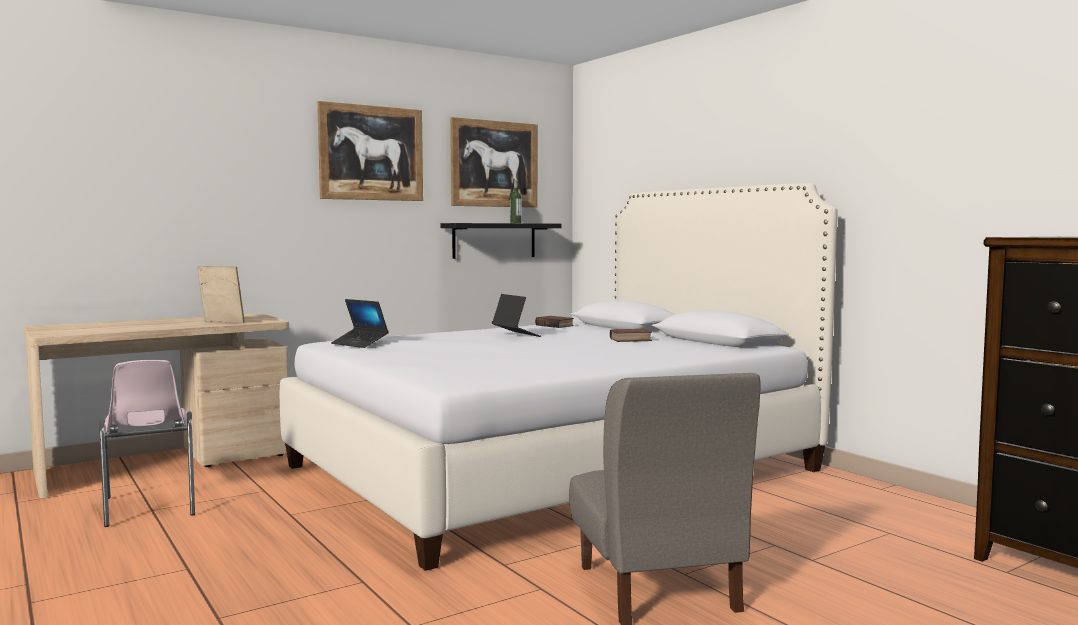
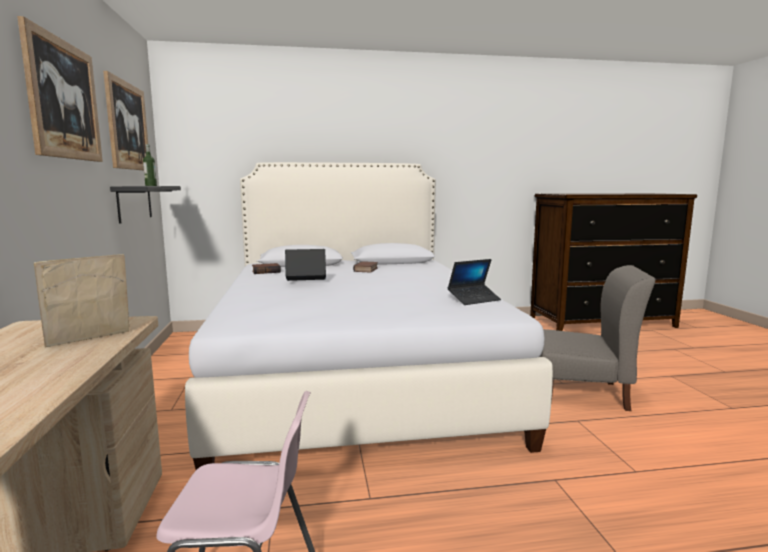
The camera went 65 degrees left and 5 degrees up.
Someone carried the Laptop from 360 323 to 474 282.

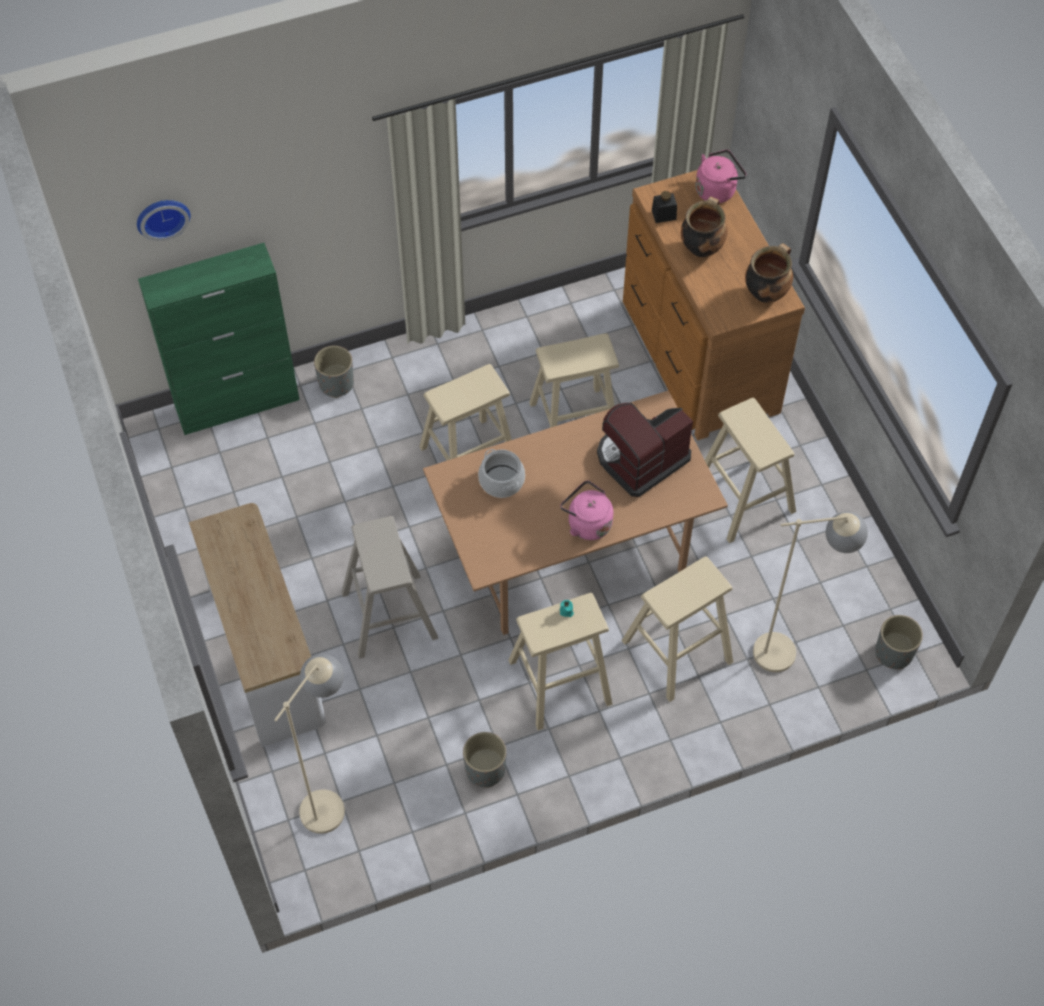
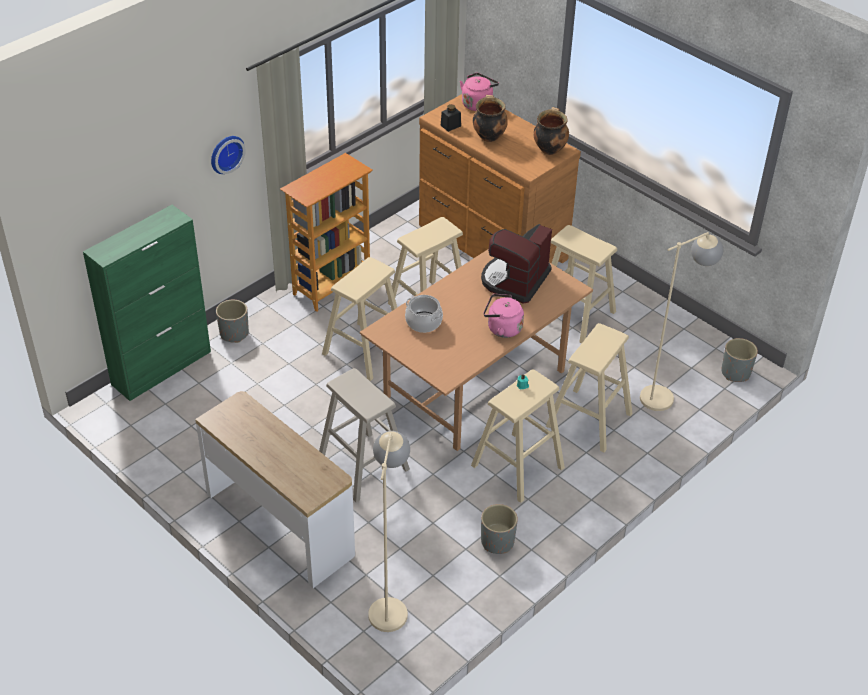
The camera went 25 degrees left and 15 degrees down.
Someone carried the Wanduhr from 164 220 to 228 155.
Someone put down the Bücherregal at 326 232.

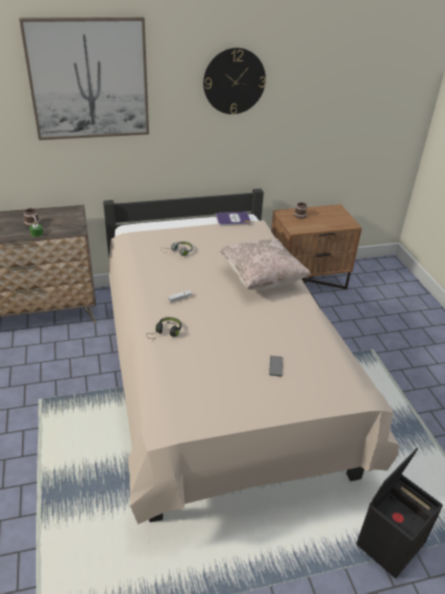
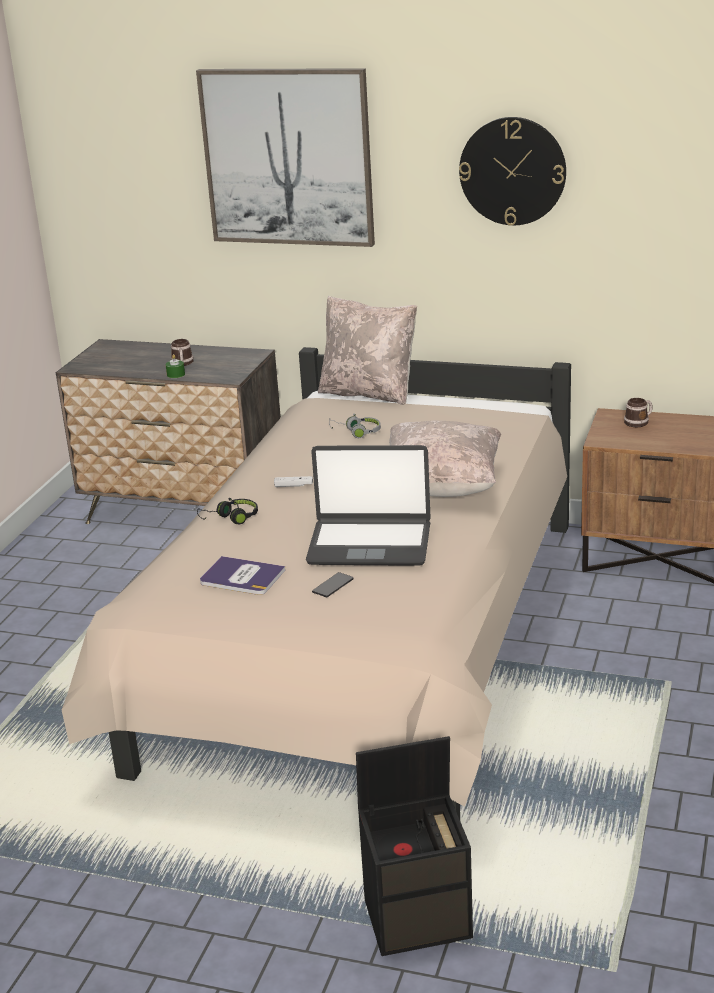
The camera went 35 degrees right and 10 degrees down.
Someone carried the Buch from 233 219 to 242 575.
Someone put down the Laptop at 368 505.
Someone put down the Kissen (beige) at 367 350.

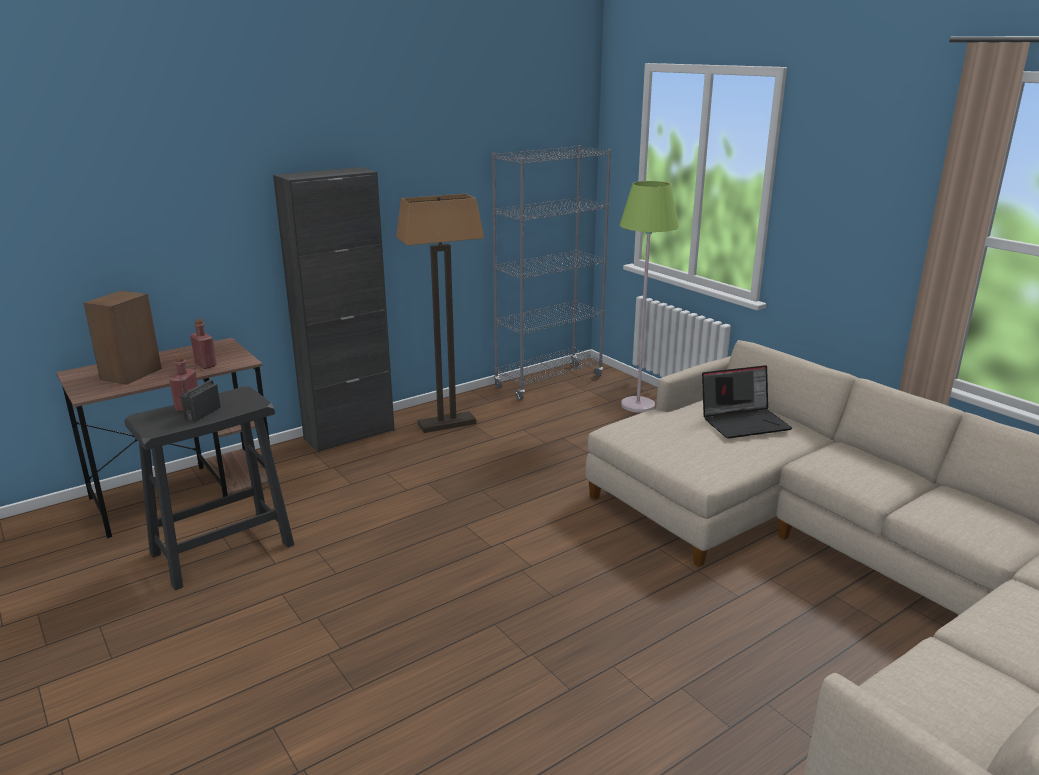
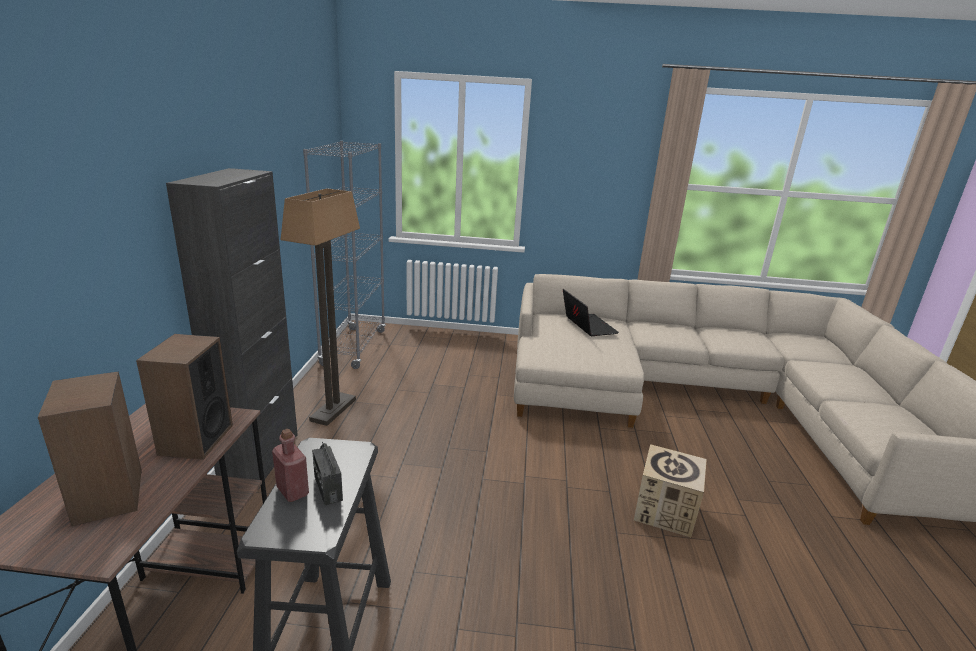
The camera went 50 degrees left and 0 degrees up.
Someone swapped the Flasche (rot) at 203 344 for the Lautsprecher at 184 397.
Someone took away the Stehlampe (grün) at 649 297.
Someone rotated the Laptop at 747 402 by 45 degrees counterclockwise.
Someone put down the Karton at 670 490.

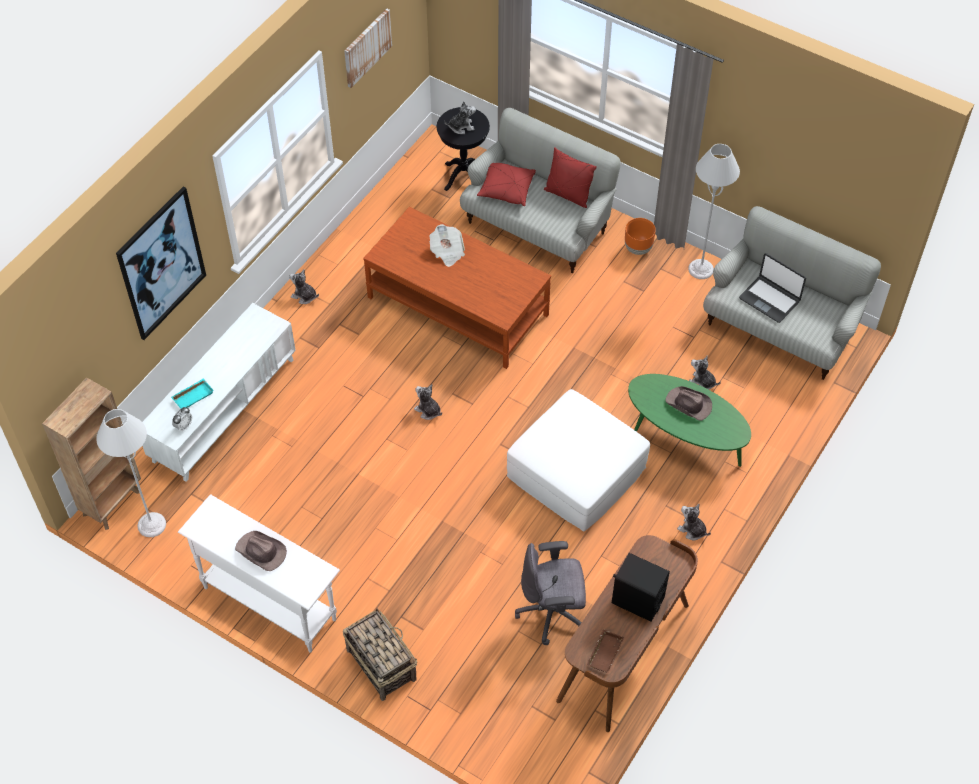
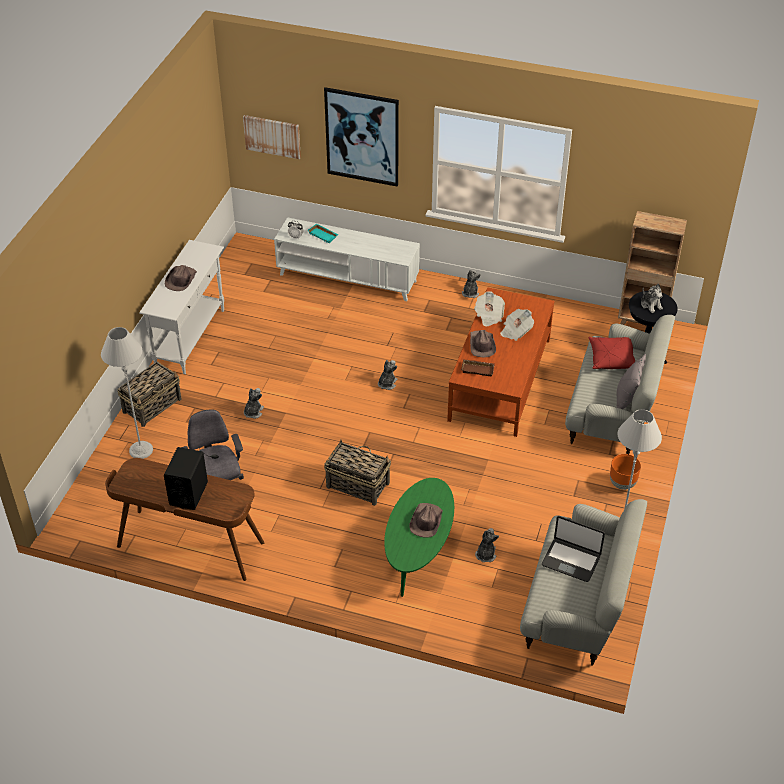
The camera went 75 degrees right and 10 degrees down.
Someone carried the Bücherregal (braun) from 91 454 to 652 268.
Someone carried the Stehlampe (grau) from 131 473 to 127 393.
Someone carried the Bild from 368 48 to 272 137.
Someone swapped the Polsterhocker (weiß) at 578 460 for the Korb at 357 472.
Someone repainted the Kissen (rot) at 570 177, which became the Kissen (grau) at 631 381.
Someone carried the Tablett (braun) from 605 651 to 478 367.
Someone carried the Plüschtier from 694 522 to 254 403.
Someone rotated the Laptop at 772 288 by 90 degrees counterclockwise.
Someone put down the Hut (braun) at 483 343.
Someone put down the Zeitung at 489 309.

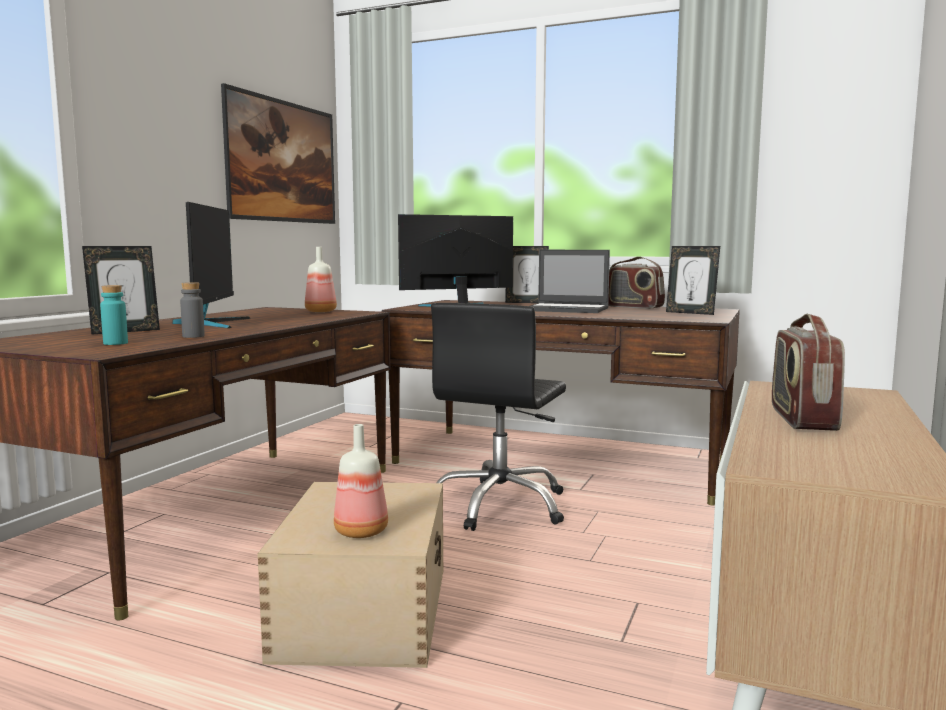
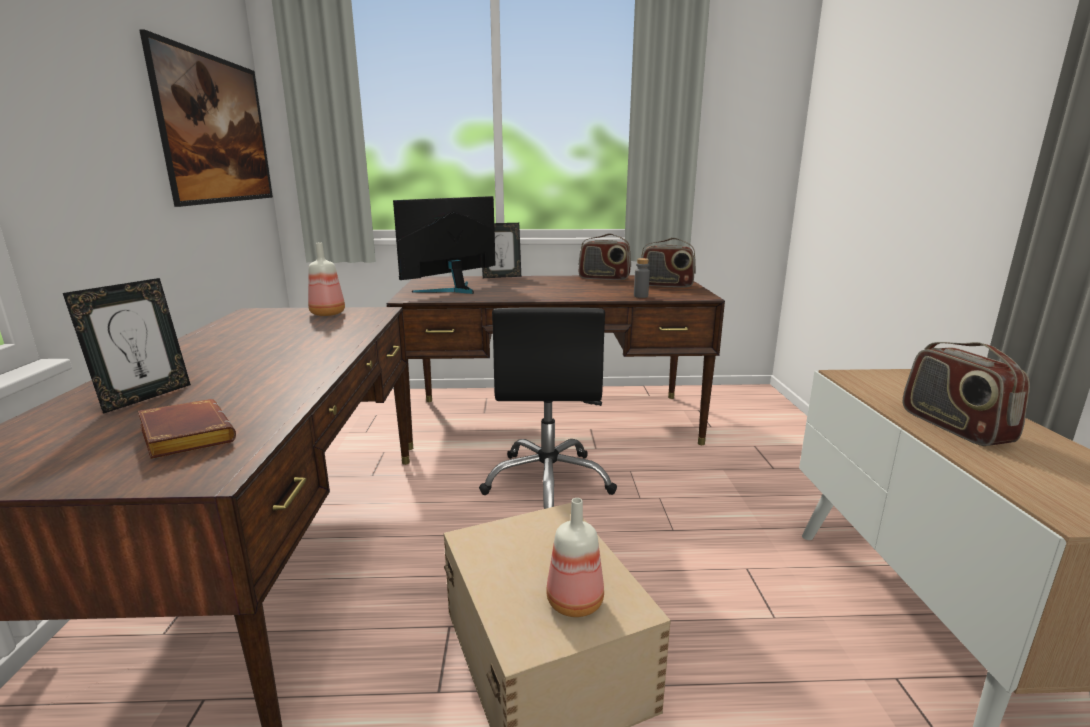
The camera went 25 degrees left and 10 degrees up.
Someone swapped the Flasche (türkis) at 114 315 for the Buch (braun) at 187 429.
Someone took away the Monitor at 211 265.
Someone carried the Flasche (grau) from 192 310 to 642 278.
Someone took away the Laptop at 570 281.
Someone swapped the Bilderrahmen at 693 280 for the Radio at 668 263.

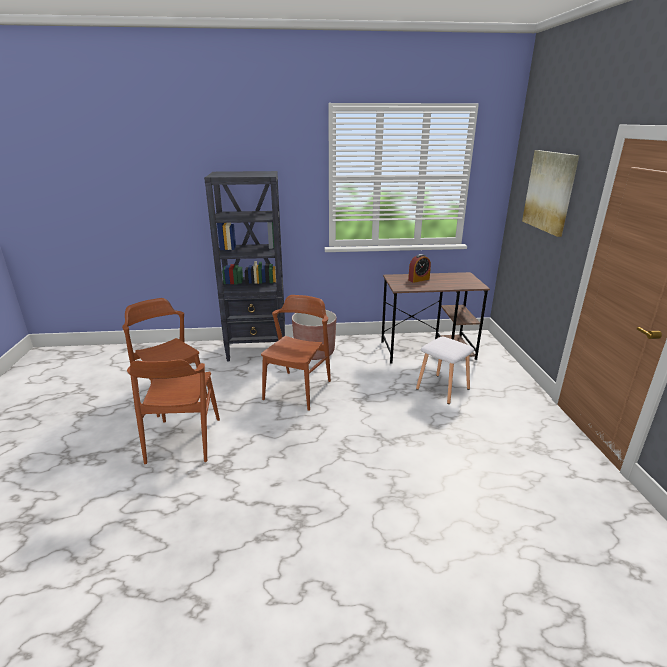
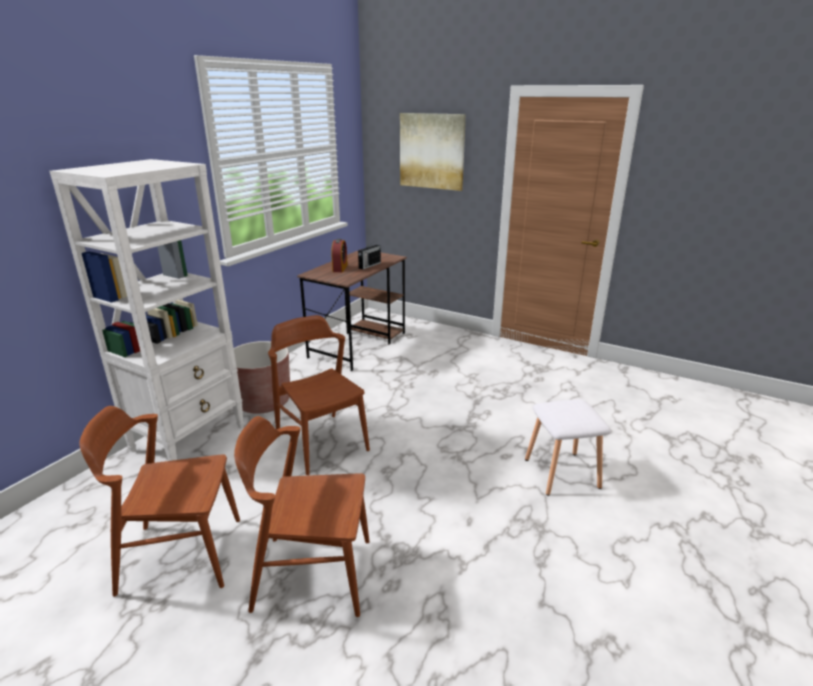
The camera went 55 degrees left and 0 degrees up.
Someone rotated the Stuhl (braun) at 173 411 by 150 degrees clockwise.
Someone repainted the Bücherregal (schwarz) at 244 266, which became the Bücherregal (weiß) at 146 310.
Someone carried the Hocker (weiß) from 445 370 to 568 447.
Someone put down the Radio at 369 256.

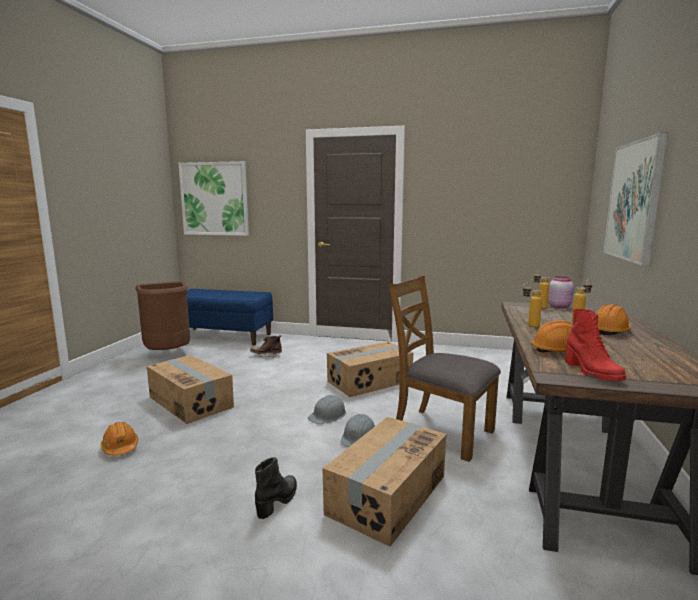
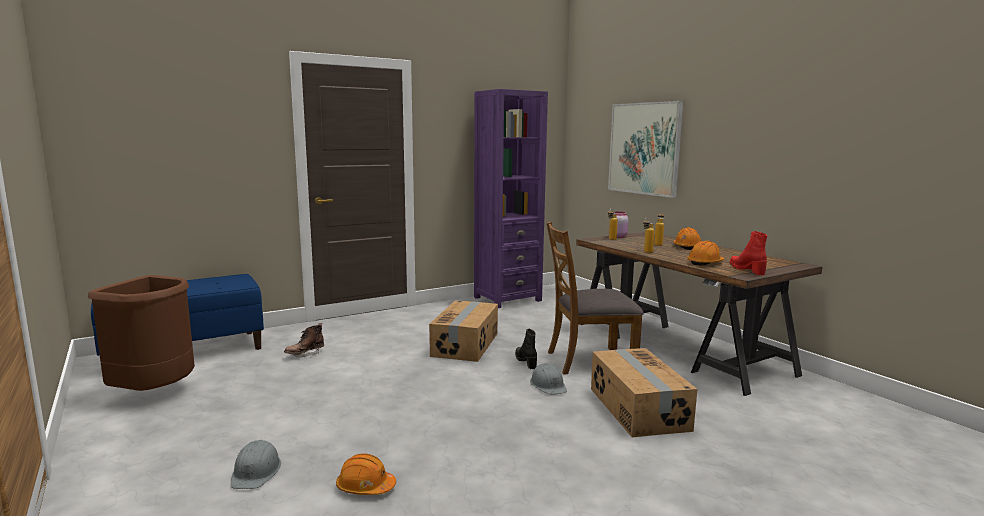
The camera went 45 degrees left and 0 degrees up.
Someone took away the Karton at 190 389.
Someone took away the Bild at 214 198.
Someone carried the Stiefel (schwarz) from 276 488 to 526 349.
Someone carried the Schutzhelm (grau) from 326 409 to 256 464.
Someone rotated the Stiefel (rot) at 595 345 by 135 degrees counterclockwise.
Someone put down the Bücherregal (lila) at 511 198.

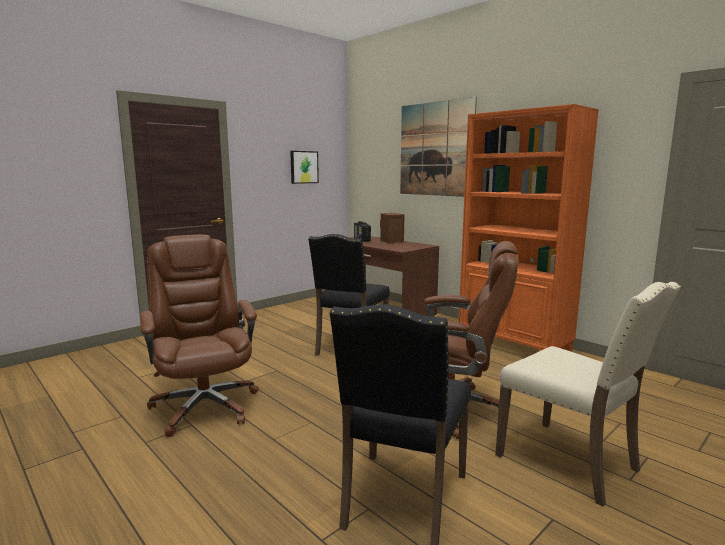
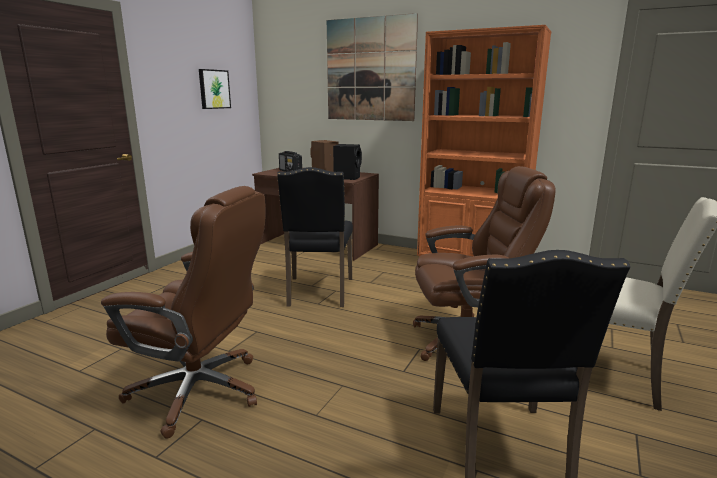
The camera went 20 degrees left and 5 degrees up.
Someone rotated the Bürostuhl (braun) at 199 336 by 150 degrees clockwise.
Someone put down the Lautsprecher (schwarz) at 347 162.

